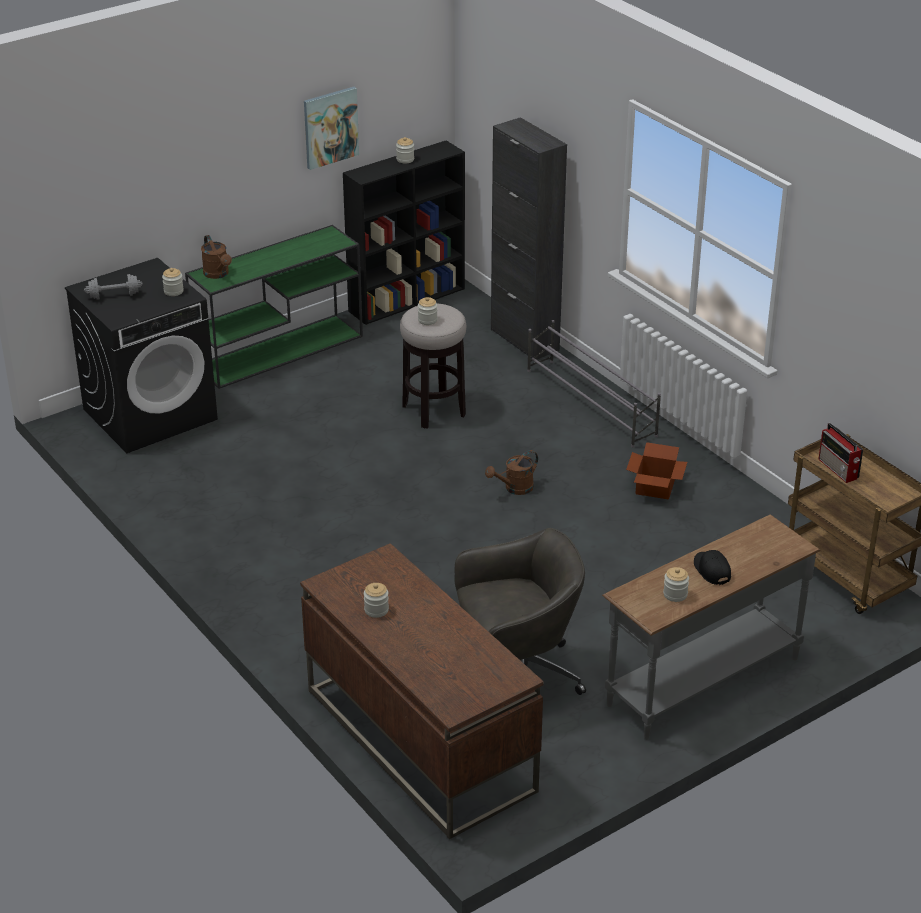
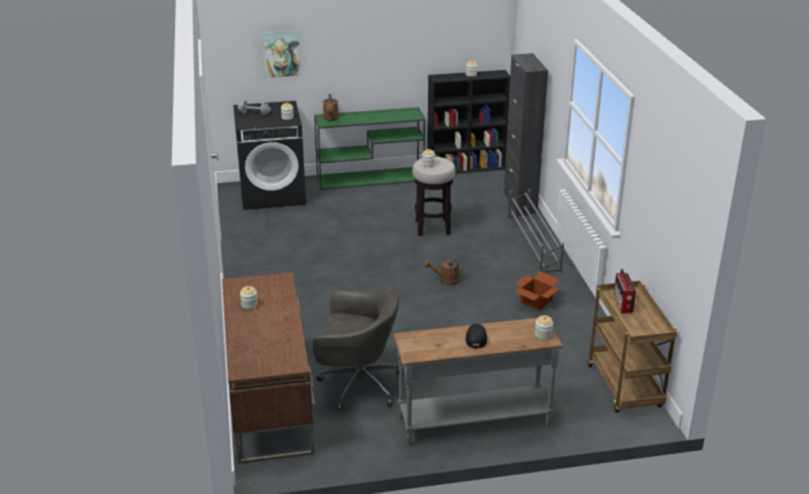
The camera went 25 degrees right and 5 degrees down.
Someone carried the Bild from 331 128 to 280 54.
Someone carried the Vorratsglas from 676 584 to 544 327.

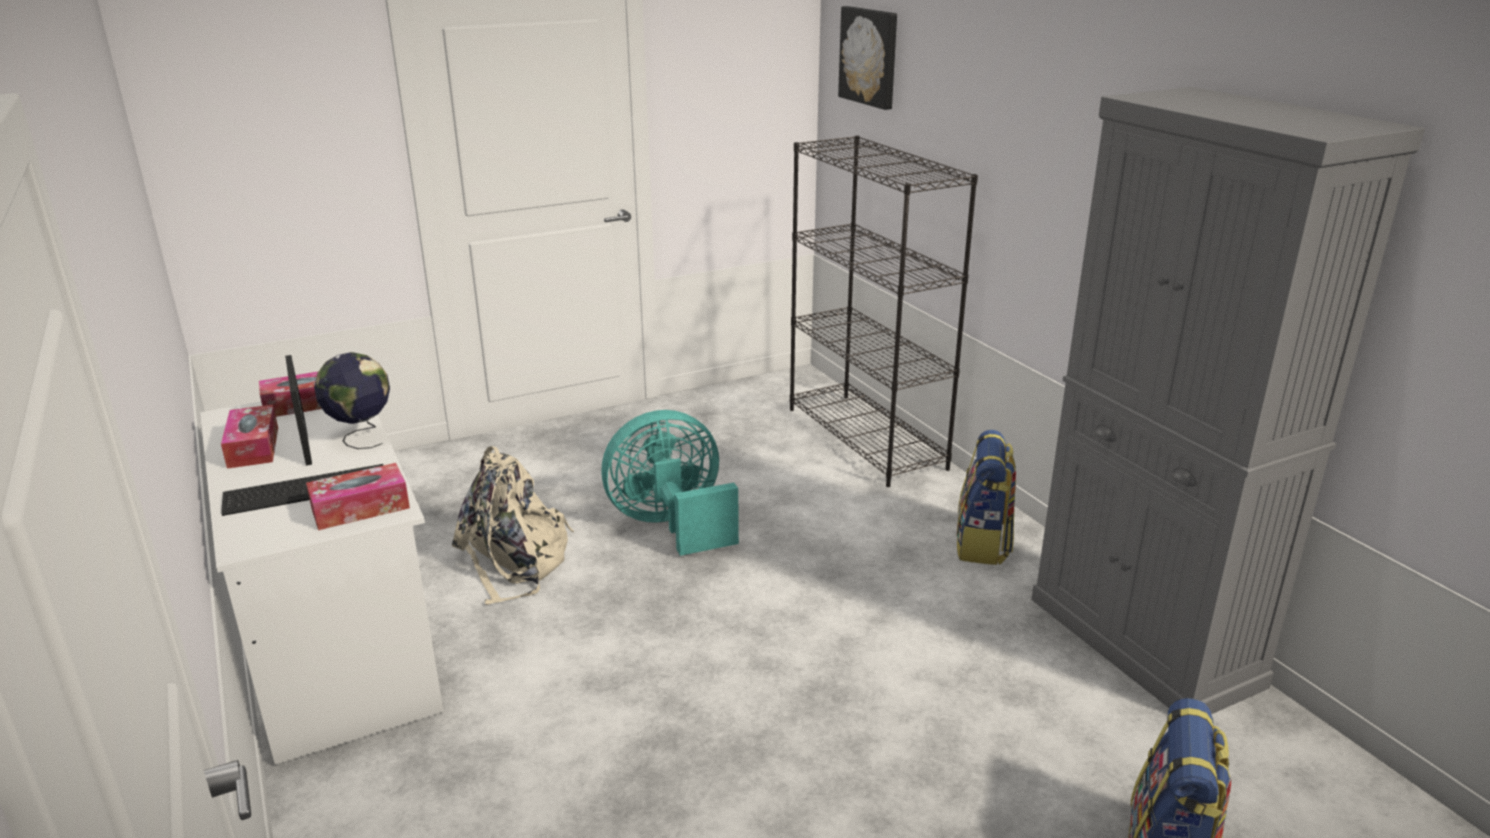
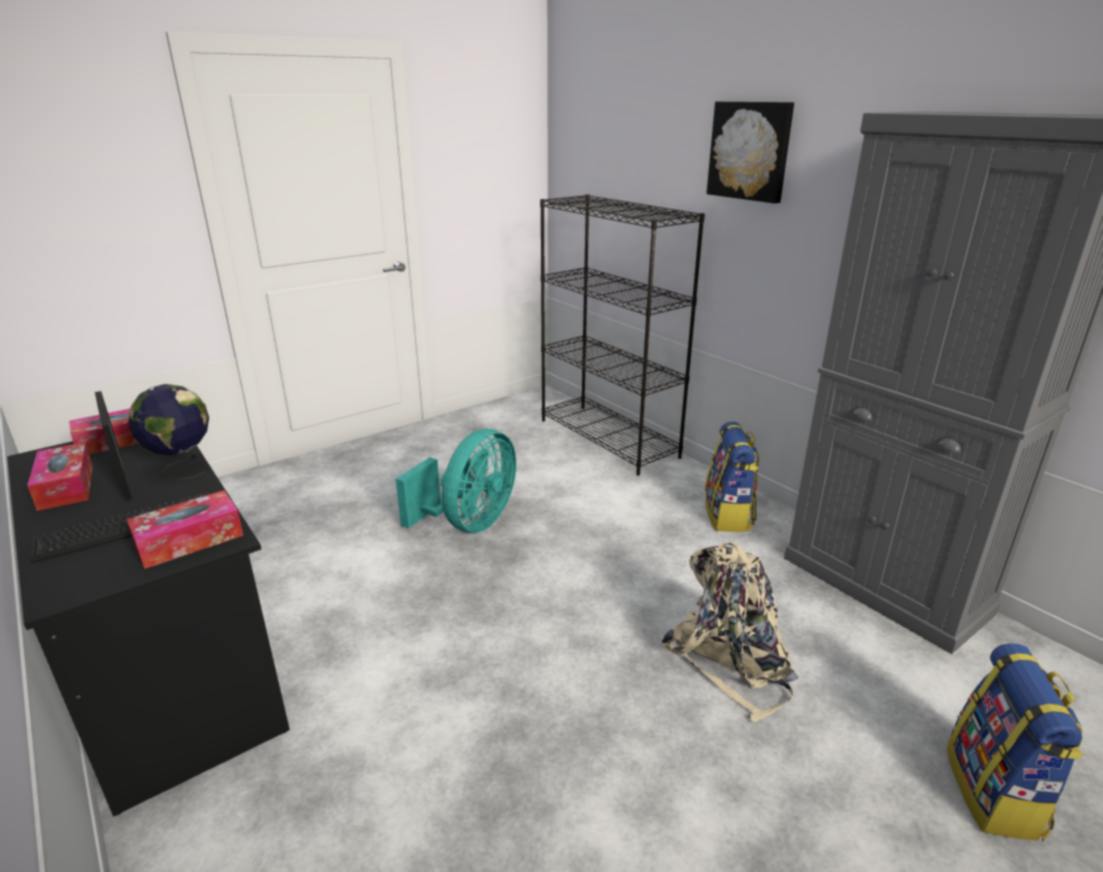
The camera went 10 degrees left and 0 degrees up.
Someone repainted the Schreibtisch (weiß) at 322 583, which became the Schreibtisch (schwarz) at 148 629.
Someone carried the Rucksack (beige) from 513 525 to 729 632.
Someone rotated the Ventilator (türkis) at 670 483 by 150 degrees clockwise.
Someone carried the Bild from 867 58 to 750 152.

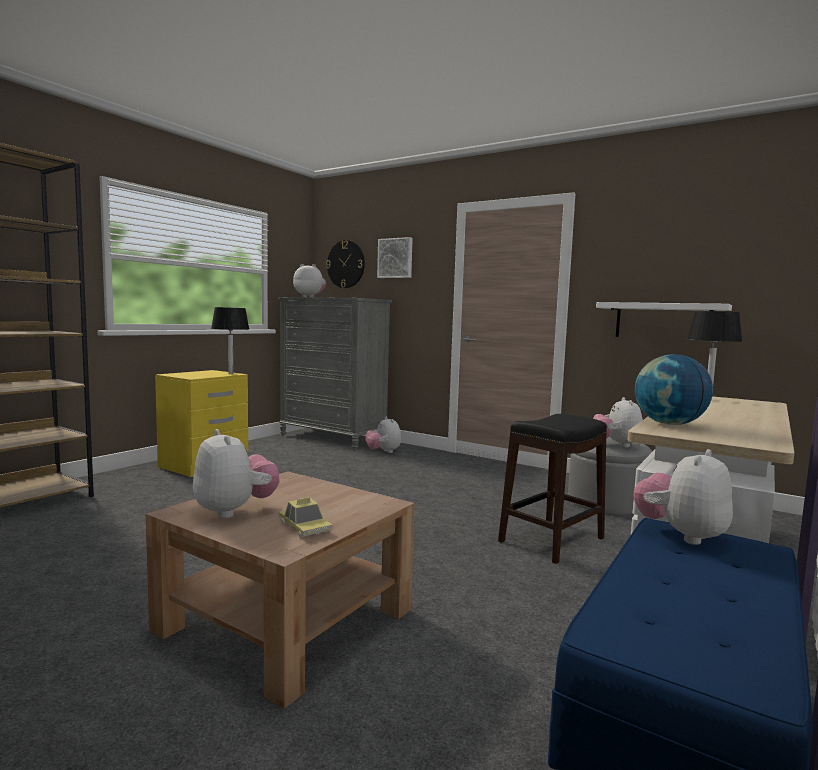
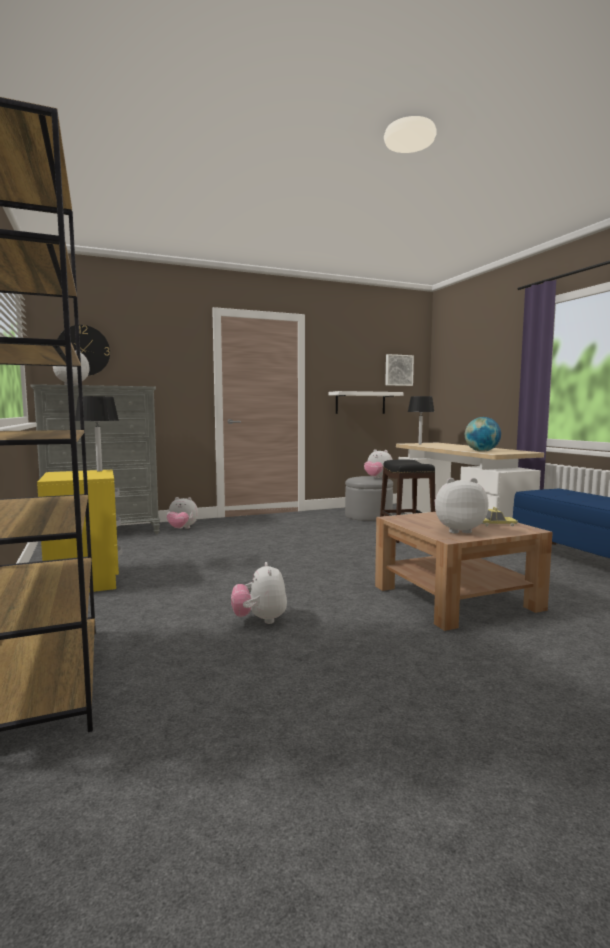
The camera went 55 degrees left and 0 degrees up.
Someone carried the Bild from 395 257 to 399 370.
Someone carried the Plüschtier from 683 497 to 259 593.

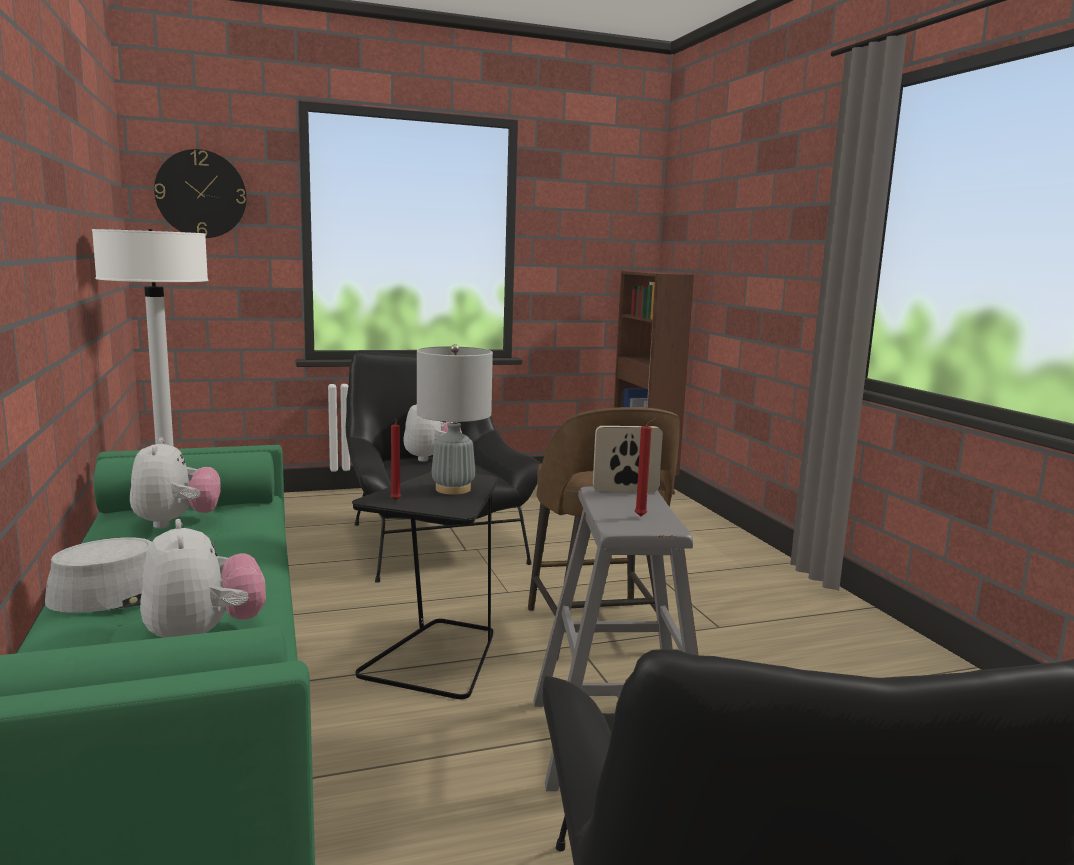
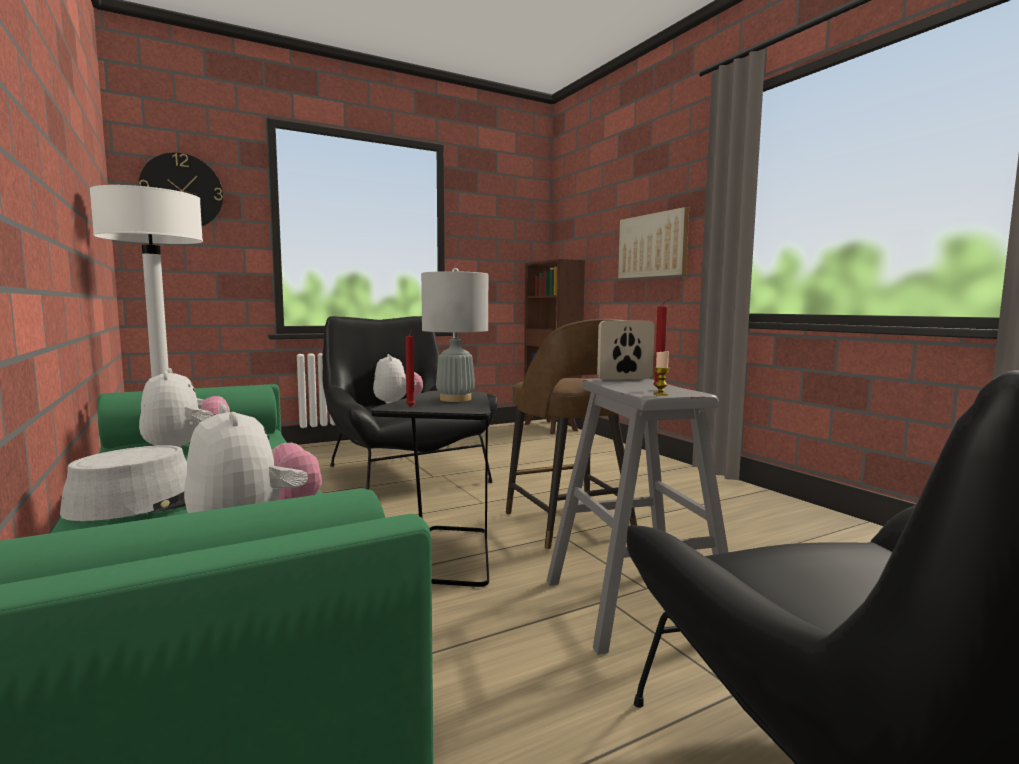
The camera went 10 degrees left and 5 degrees down.
Someone put up the Bild at 653 243.
Someone put down the Kerze at 661 373.

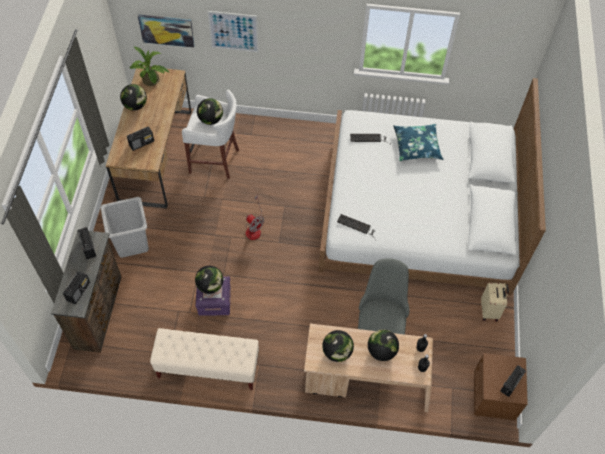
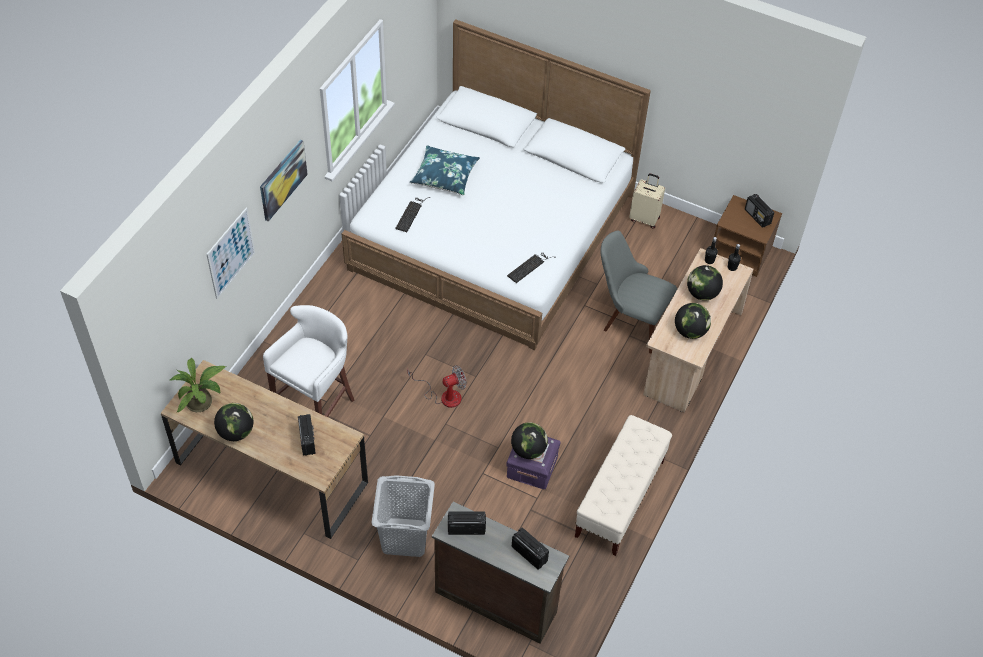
The camera went 70 degrees left and 5 degrees down.
Someone carried the Bild from 166 31 to 284 181.
Someone took away the Globus at 210 111.

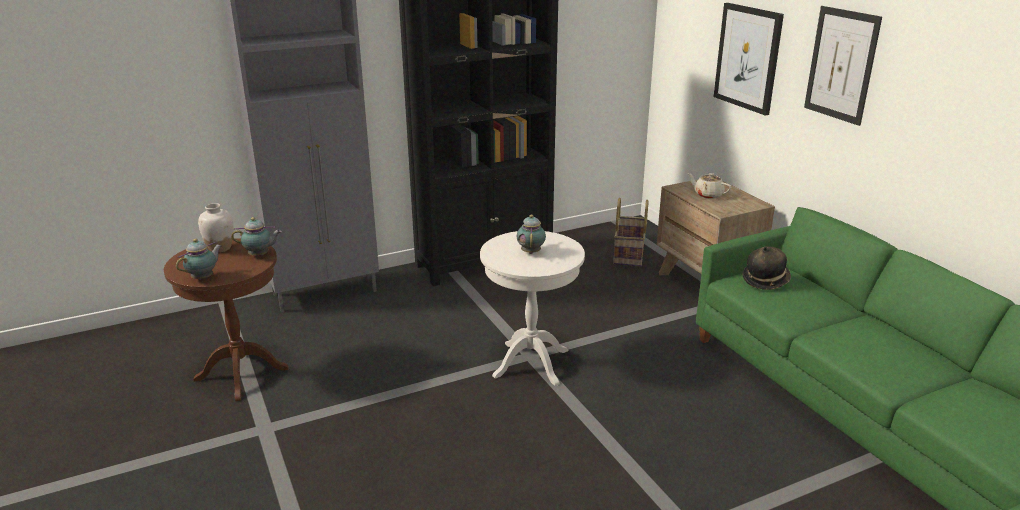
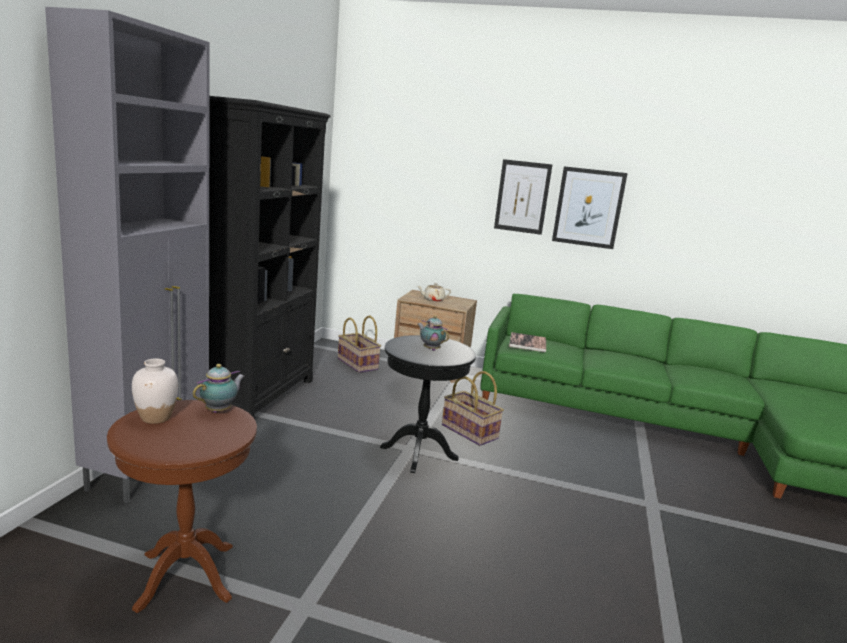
The camera went 50 degrees left and 10 degrees down.
Someone took away the Teekanne at 198 259.
Someone repainted the Beistelltisch (weiß) at 532 308, which became the Beistelltisch (schwarz) at 428 404.
Someone carried the Bild from 749 59 to 590 207.
Someone swapped the Hut at 766 268 for the Buch at 527 342.
Someone put down the Korb at 473 408.

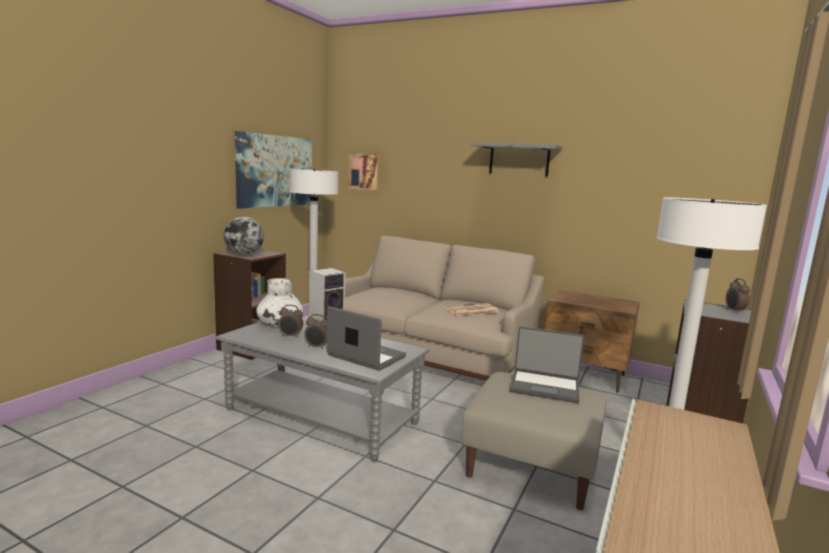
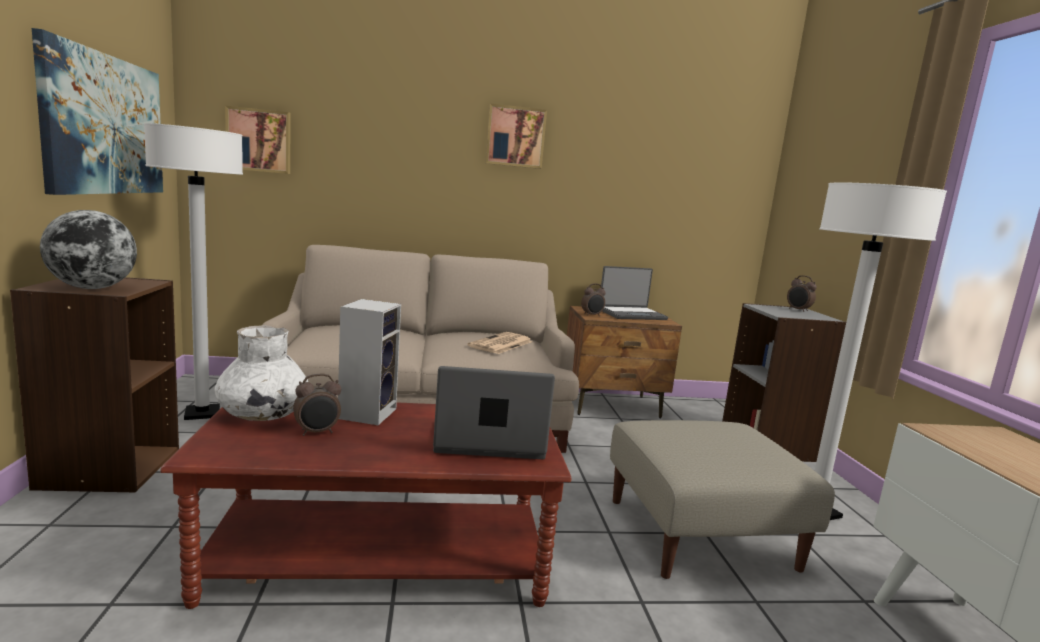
The camera went 35 degrees left and 0 degrees up.
Someone repainted the Couchtisch (grau) at 322 391, which became the Couchtisch (braun) at 366 505.
Someone carried the Wecker from 315 331 to 593 300.
Someone swapped the Wandregal (grau) at 516 159 for the Bild at 516 136.
Someone carried the Laptop from 546 364 to 634 293.

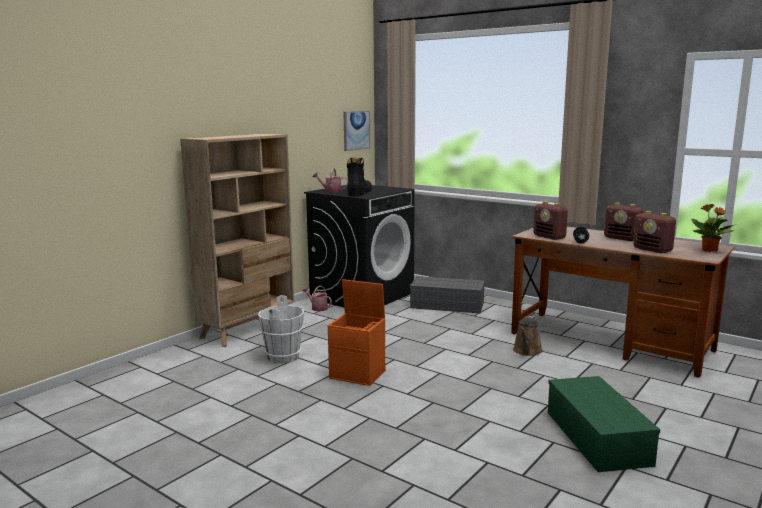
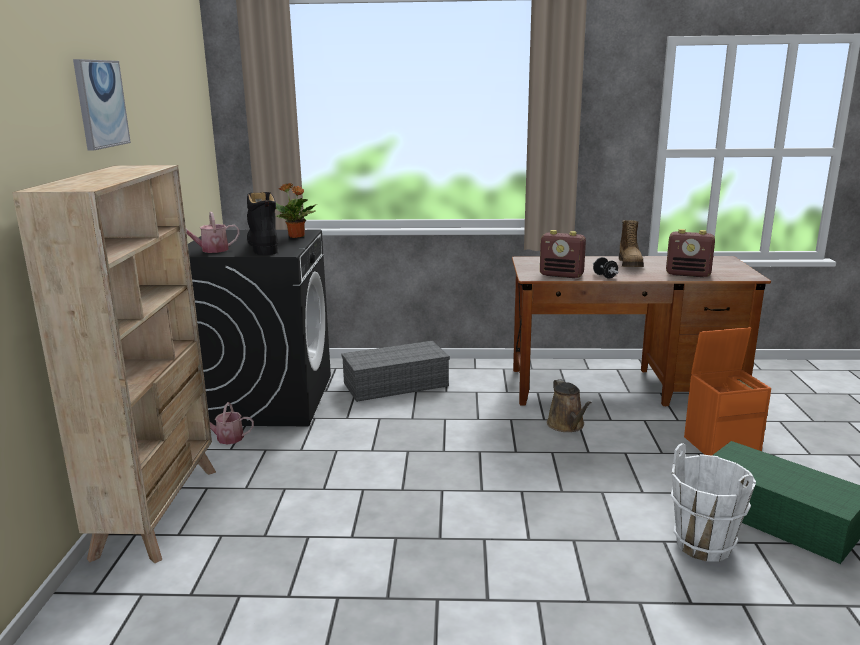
The camera went 35 degrees left and 5 degrees up.
Someone carried the Eimer (weiß) from 281 329 to 713 502.
Someone carried the Aufbewahrungsbox (orange) from 356 332 to 727 391.
Someone carried the Bild from 356 131 to 102 105.
Someone swapped the Radio at 623 221 for the Stiefel at 631 243.
Someone carried the Topfpflanze from 712 228 to 296 210.

